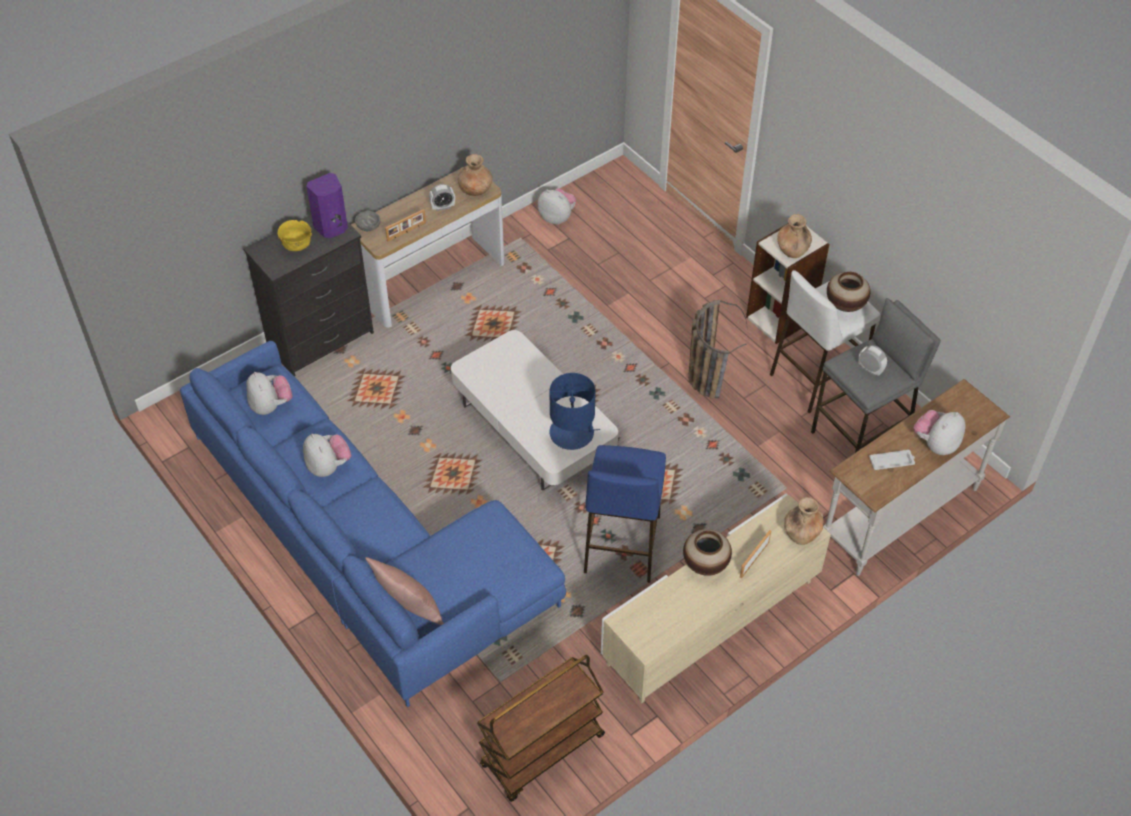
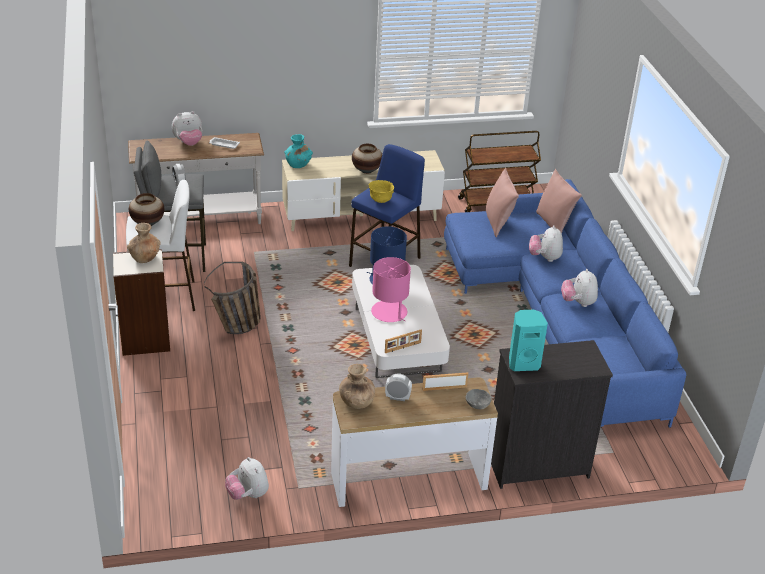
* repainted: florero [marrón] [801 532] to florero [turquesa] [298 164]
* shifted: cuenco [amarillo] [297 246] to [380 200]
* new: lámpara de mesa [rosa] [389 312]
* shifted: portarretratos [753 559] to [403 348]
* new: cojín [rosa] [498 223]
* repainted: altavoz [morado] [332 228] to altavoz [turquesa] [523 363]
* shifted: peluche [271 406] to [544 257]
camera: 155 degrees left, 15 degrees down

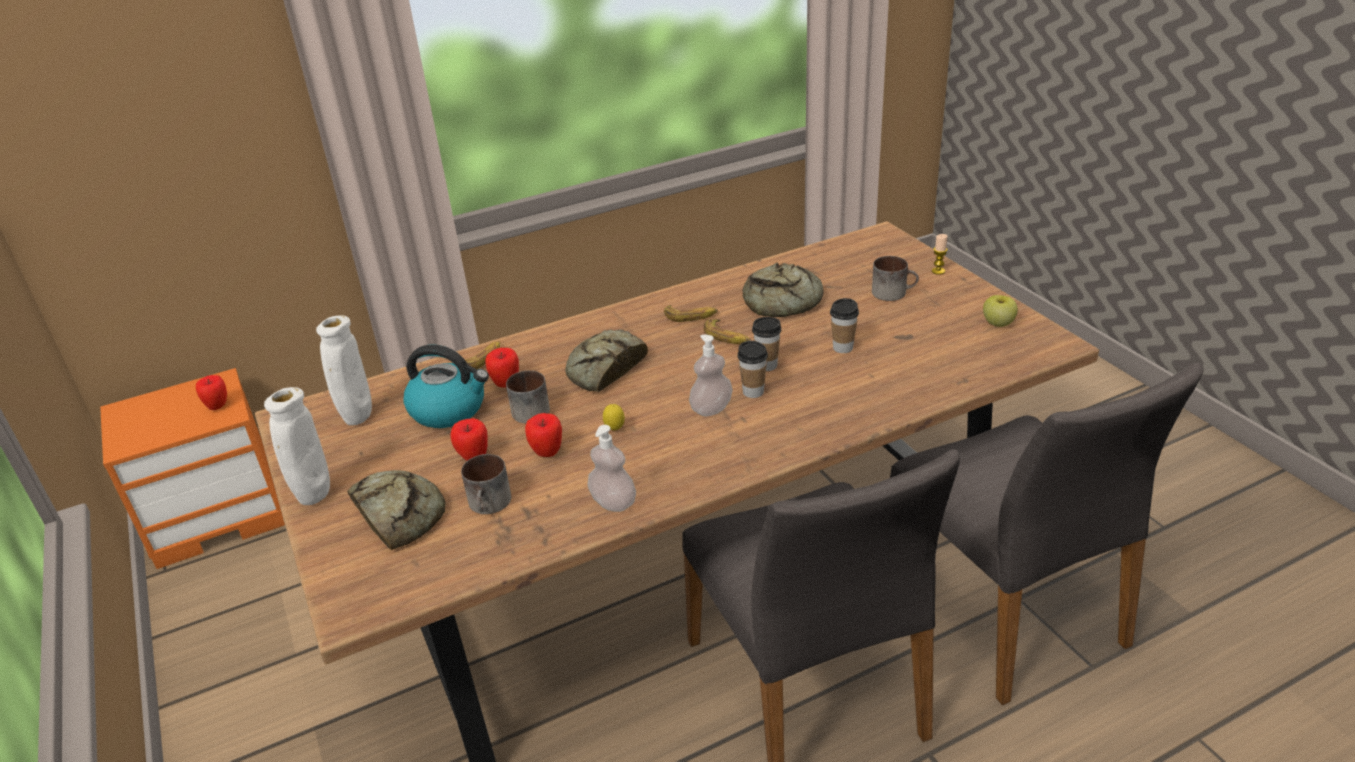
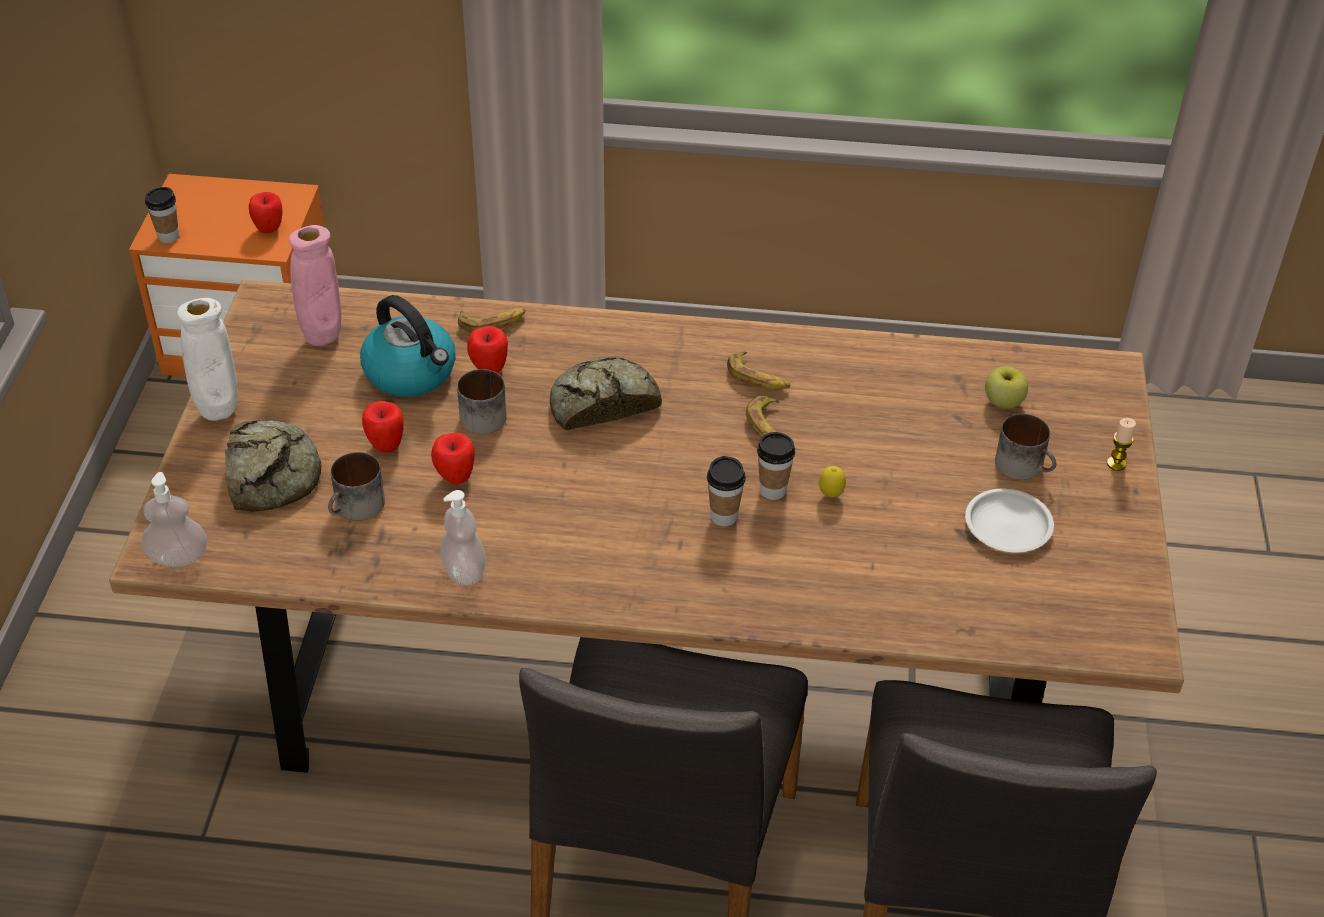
* shifted: dispensador de jabón [711 409] to [178 557]
* shifted: taza [843 348] to [168 237]
* repainted: florero [blanco] [358 418] to florero [rosa] [323 338]
* shifted: limón [615 429] to [830 495]
* new: plato [blanco] [1008 525]
* shifted: manzana [998 323] to [1003 402]
* gone: pan [783 302]
camera: 30 degrees right, 10 degrees up

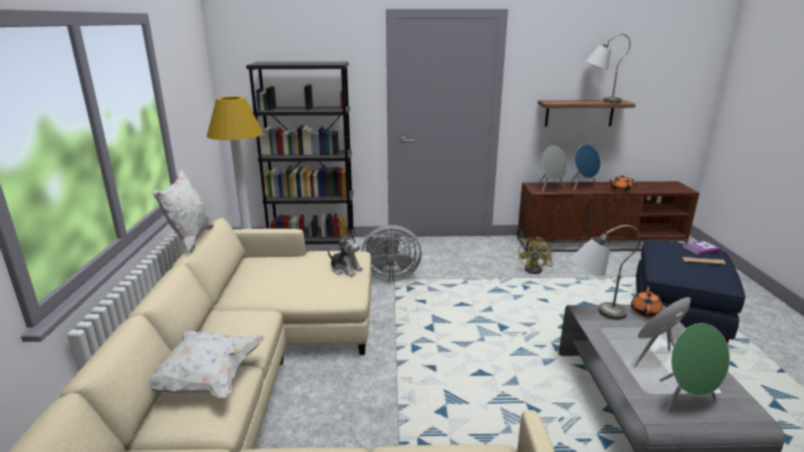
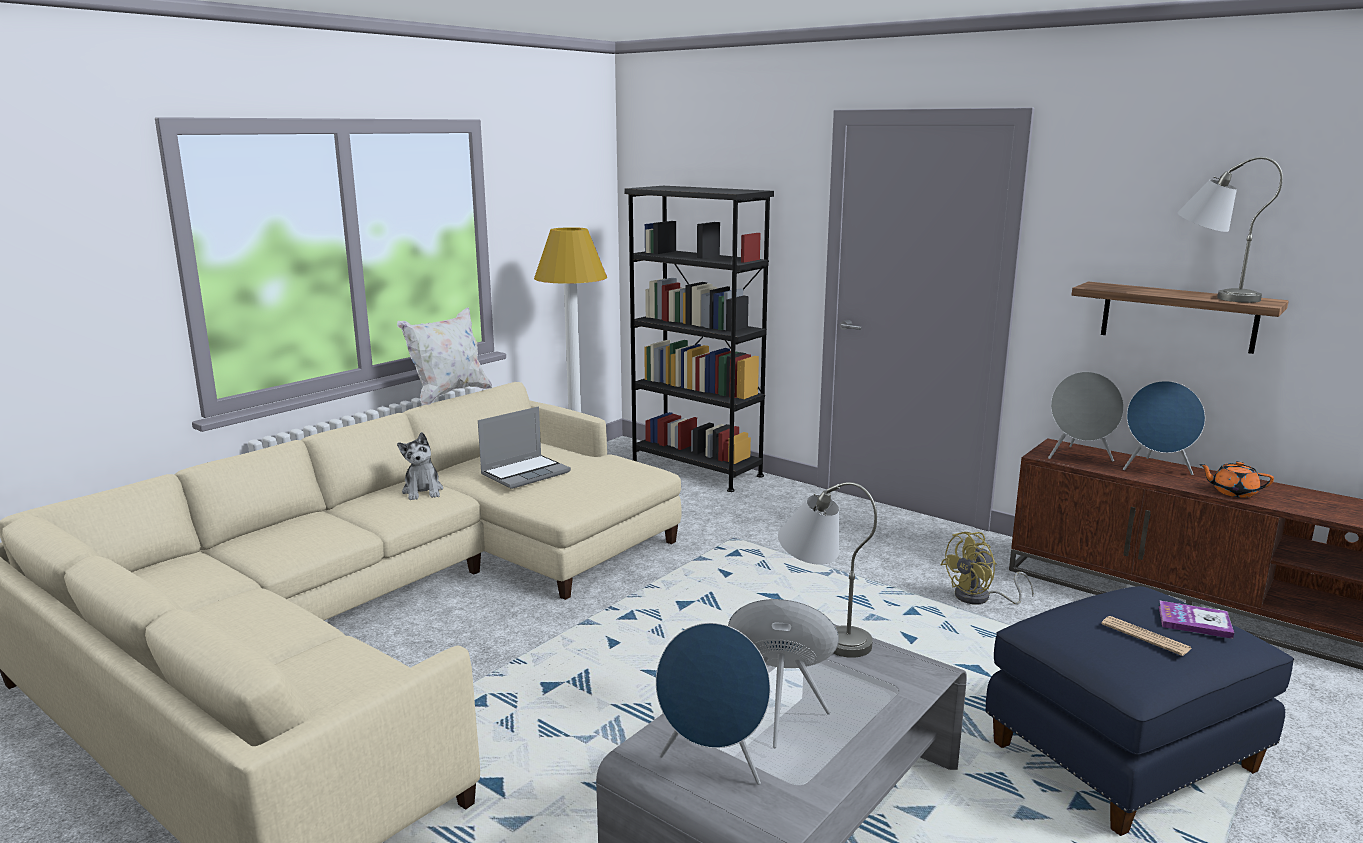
* shifted: peluche [345 269] to [423 491]
* new: portátil [526 473]
* repainted: altavoz [verde] [685 402] to altavoz [azul] [713 764]
* gone: cojín [blanco] [207 379]
* gone: ventilador [gris] [389 276]
* gone: tetera [naranja] [645 311]
camera: 40 degrees right, 5 degrees down

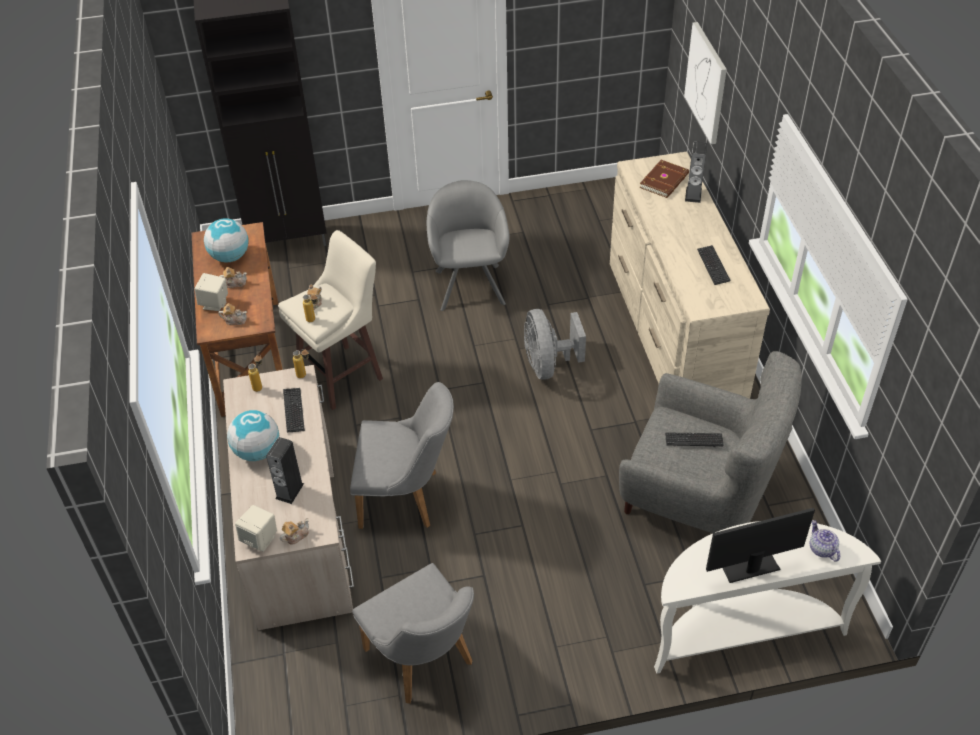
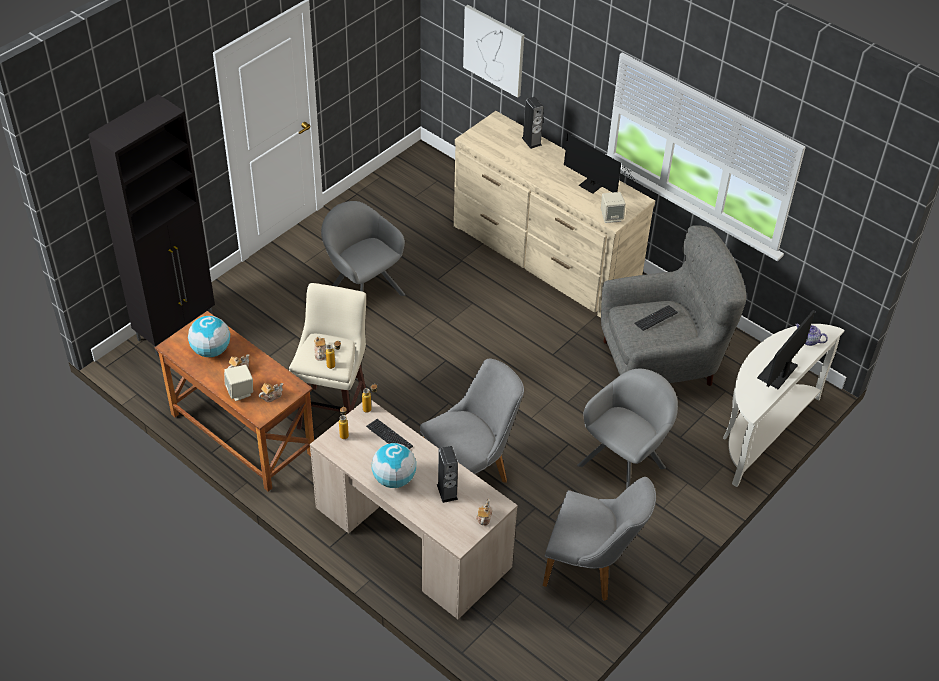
* swapped: teclado [713 266] to monitor [593 187]
* new: sillón [gris] [625 463]
* shifted: altavoz [beis] [260 539] to [611 217]
* gone: ventilador [gris] [548 365]
* gone: libro [marrón] [665 181]
camera: 40 degrees left, 0 degrees up

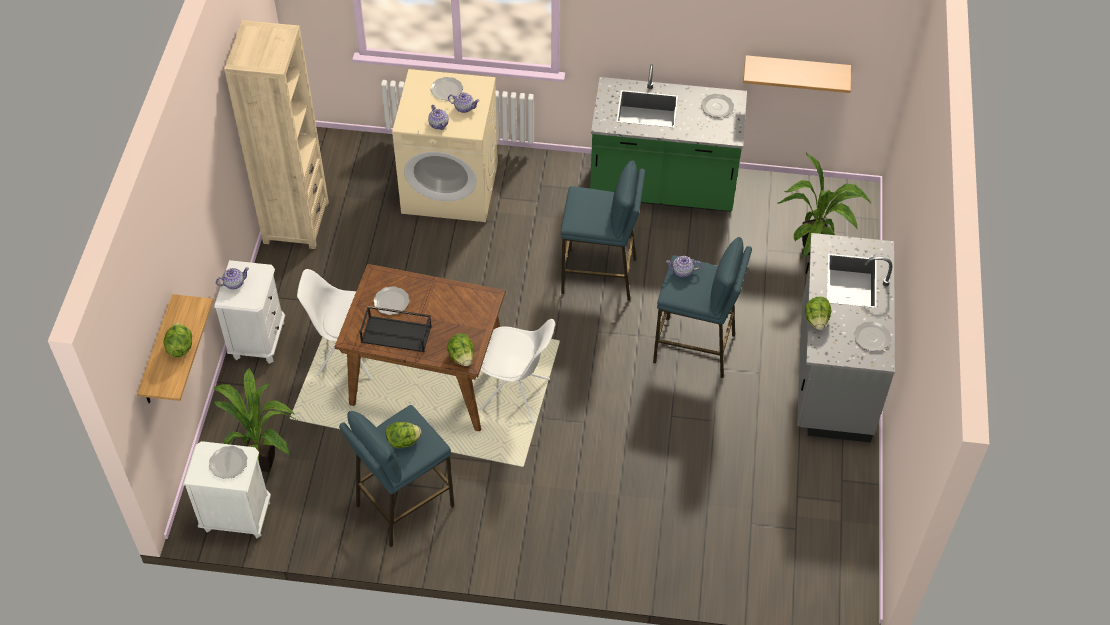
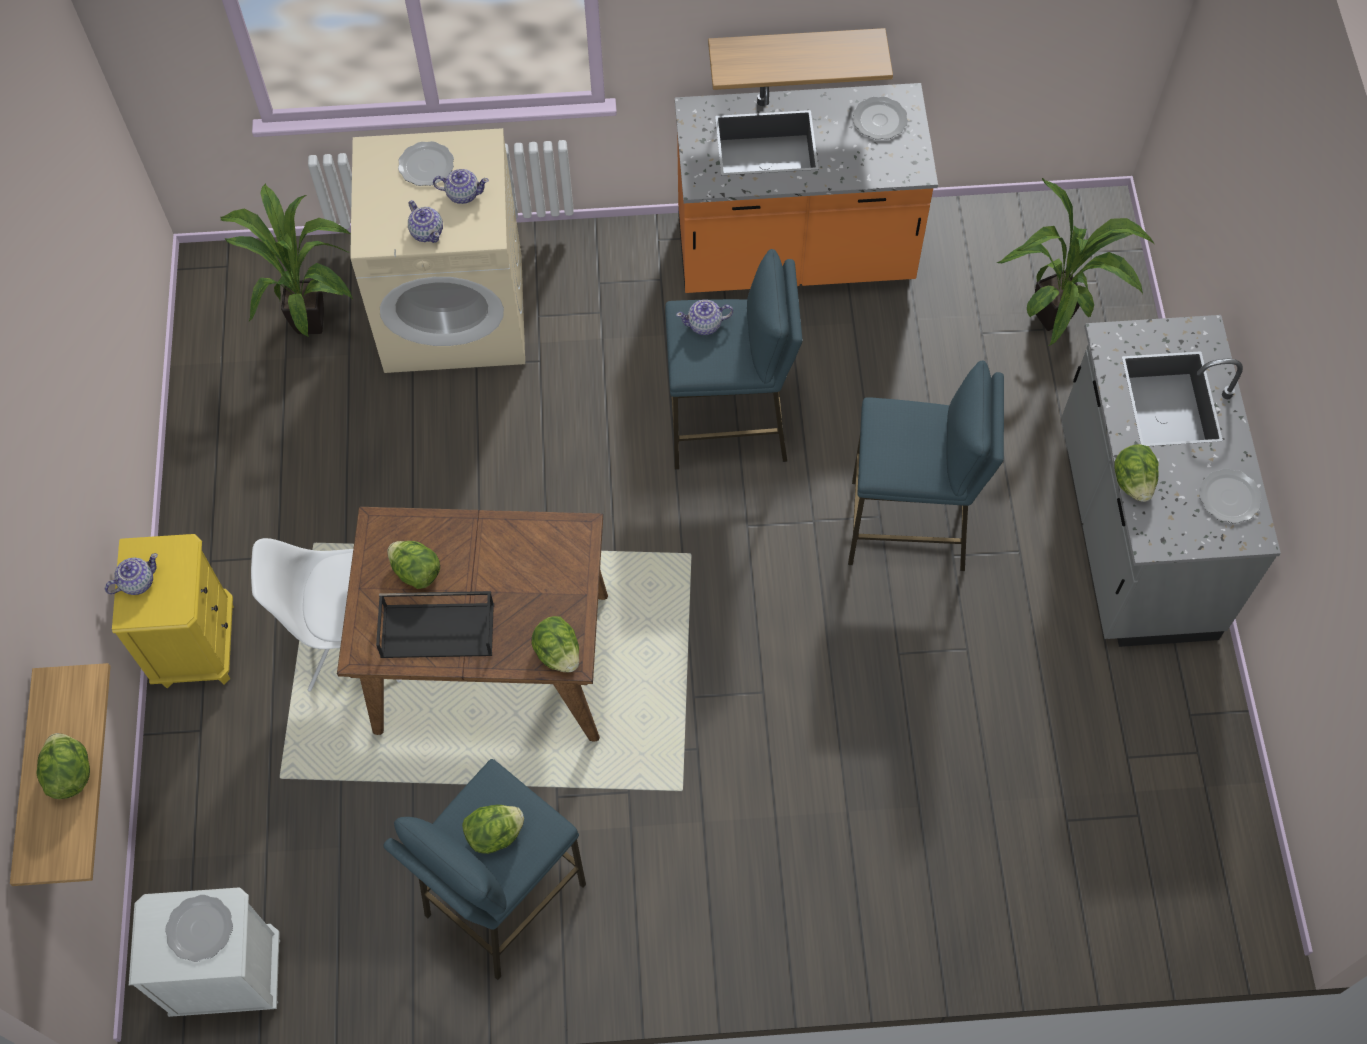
* repainted: mesita de noche [blanco] [258 340] to mesita de noche [amarillo] [197 644]
* shifted: planta en maceta [265 459] to [311 318]
* swapped: plato [391 302] to lechuga [416 572]
* repainted: mueble bajo de cocina [verde] [662 189] to mueble bajo de cocina [naranja] [794 256]
* shifted: tetera [682 271] to [705 325]
* shifted: estante [796 71] to [795 51]
* gone: estantería [beis] [296 222]
* gone: silla [blanco] [516 395]
camera: 10 degrees left, 10 degrees up

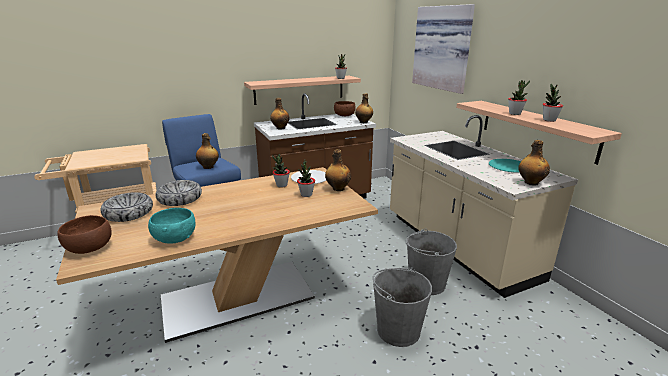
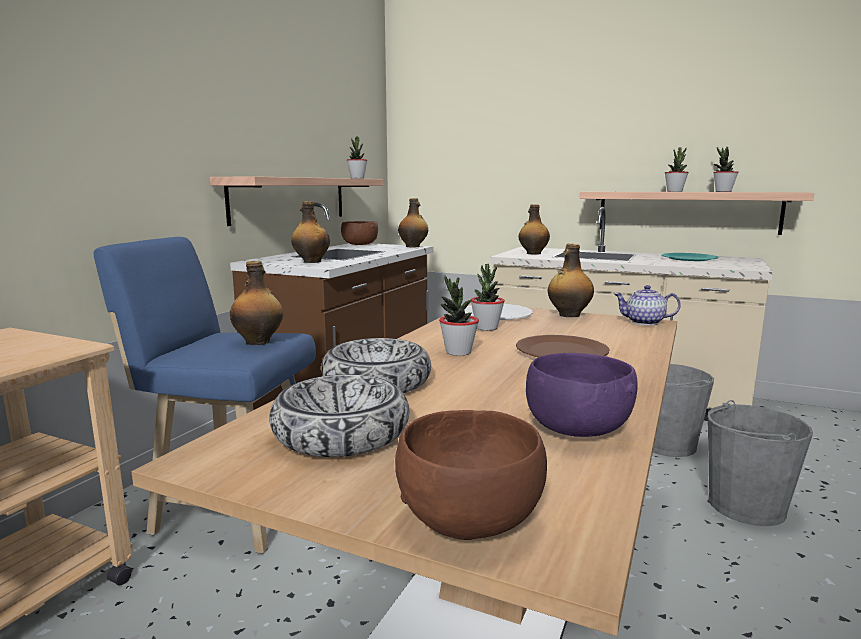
* shifted: planta en maceta [306 194] to [458 352]
* new: plato [marrón] [561 351]
* shifted: botella [530 183] to [533 253]
* repainted: cuenco [turquesa] [174 239] to cuenco [morado] [576 429]
* new: tetera [644 322]
* gone: cuadro [443 48]
camera: 40 degrees left, 10 degrees down

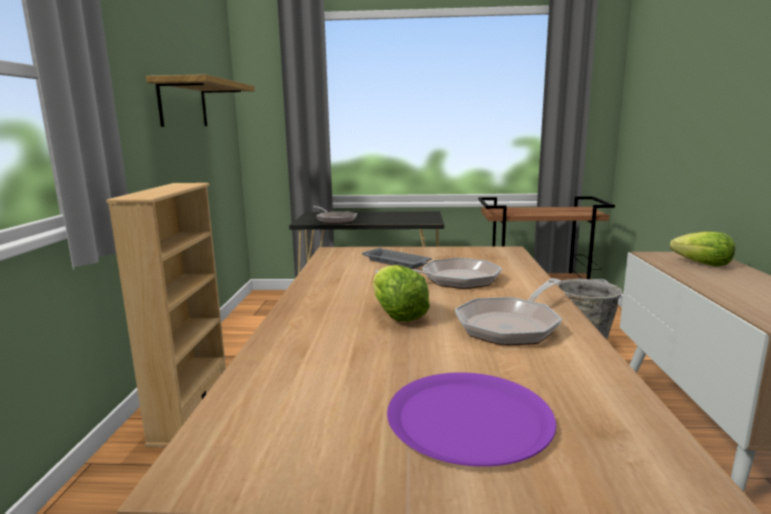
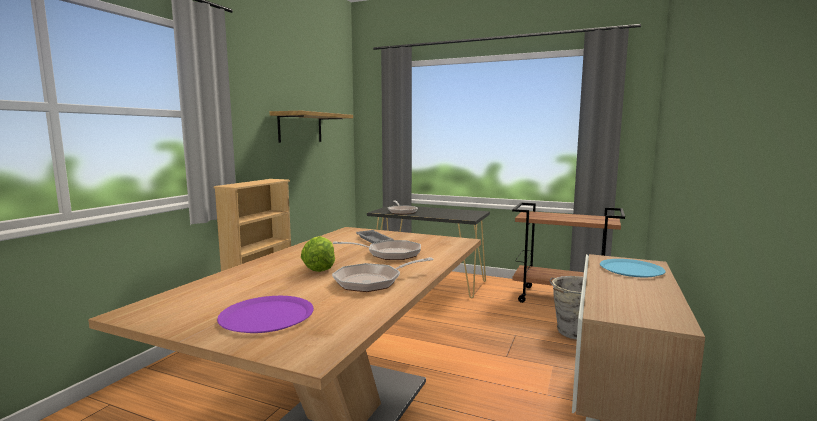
* swapped: lechuga [702 264] to plato [azul] [631 269]
camera: 20 degrees right, 5 degrees down

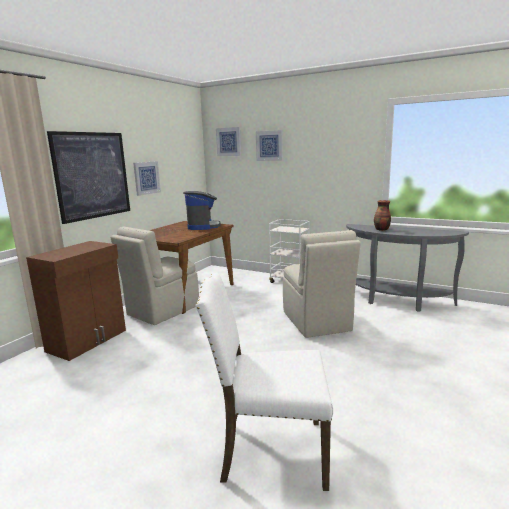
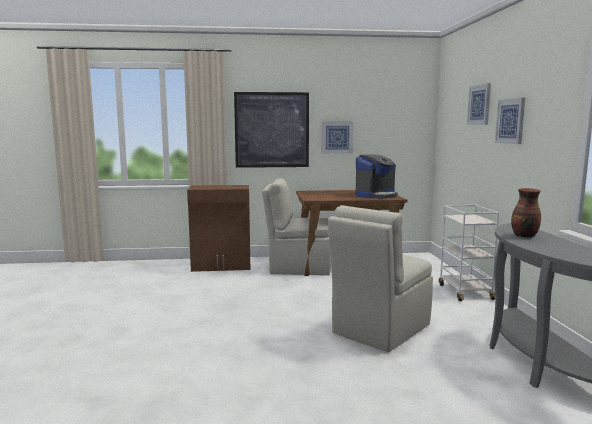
* shifted: cuadro [228 142] to [510 121]
* gone: silla [blanco] [270 452]
camera: 55 degrees right, 5 degrees down

